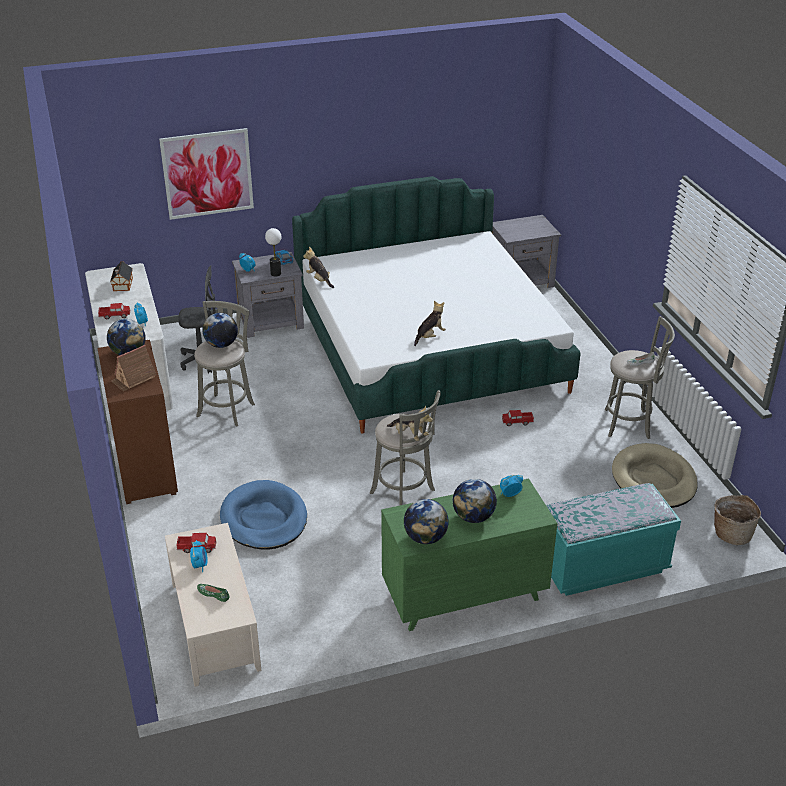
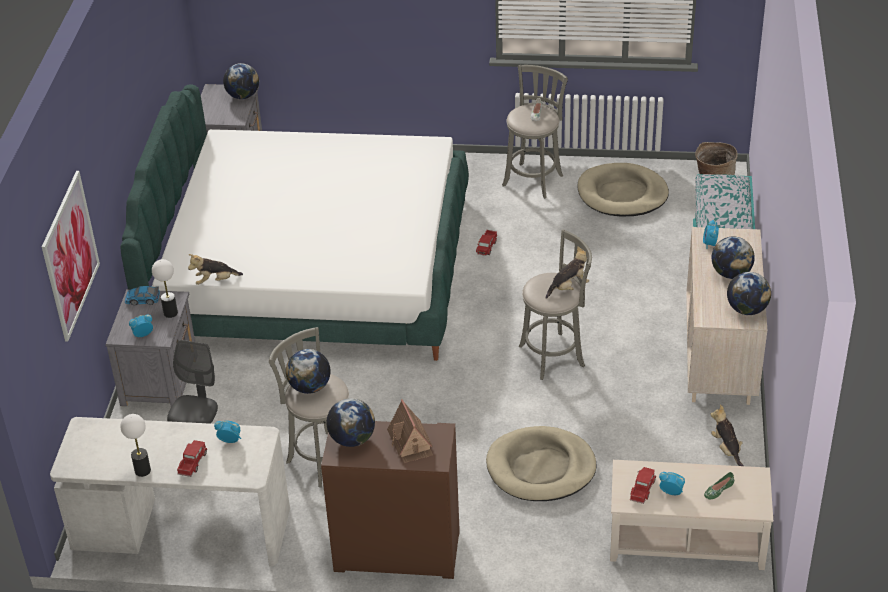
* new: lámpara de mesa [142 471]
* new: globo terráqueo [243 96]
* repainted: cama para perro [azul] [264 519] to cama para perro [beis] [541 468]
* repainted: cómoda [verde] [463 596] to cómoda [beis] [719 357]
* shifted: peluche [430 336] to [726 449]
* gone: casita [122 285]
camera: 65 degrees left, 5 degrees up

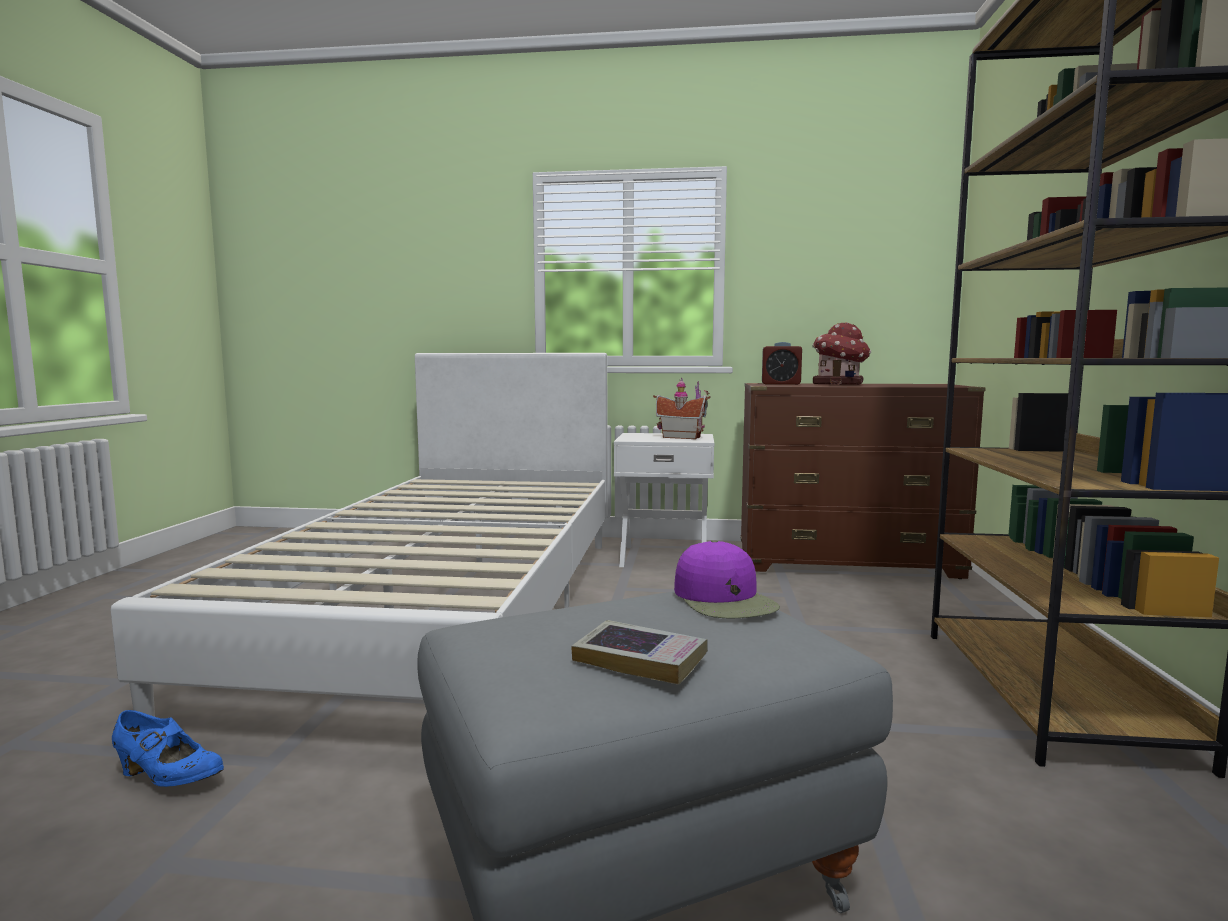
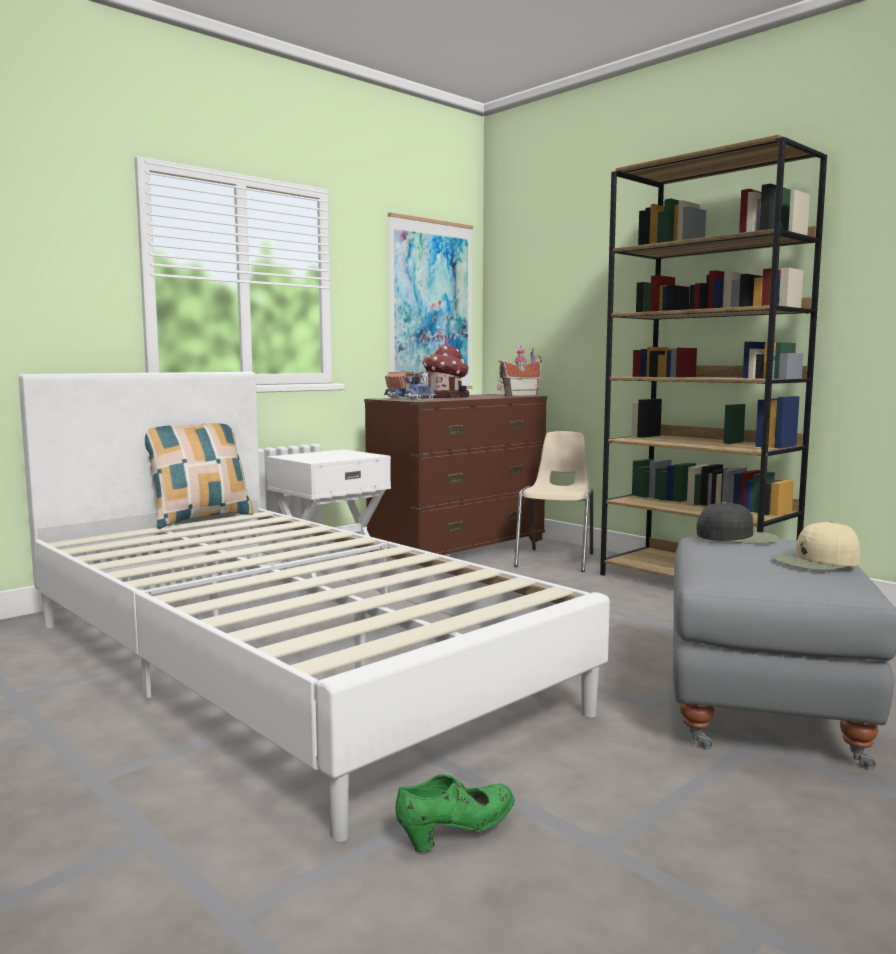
* new: cojín [200 519]
* swapped: despertador [781 384] to camión de juguete [409 399]
* new: cuadro [431 306]
* repainted: zapato [azul] [168 779] to zapato [verde] [457 833]
* shifted: casita [681 437] to [518 395]
* new: silla [beis] [556 560]
* repainted: gorra [morado] [725 600] to gorra [negro] [737 537]
* swapped: libro [640 659] to gorra [beis] [816 562]
camera: 50 degrees left, 0 degrees up

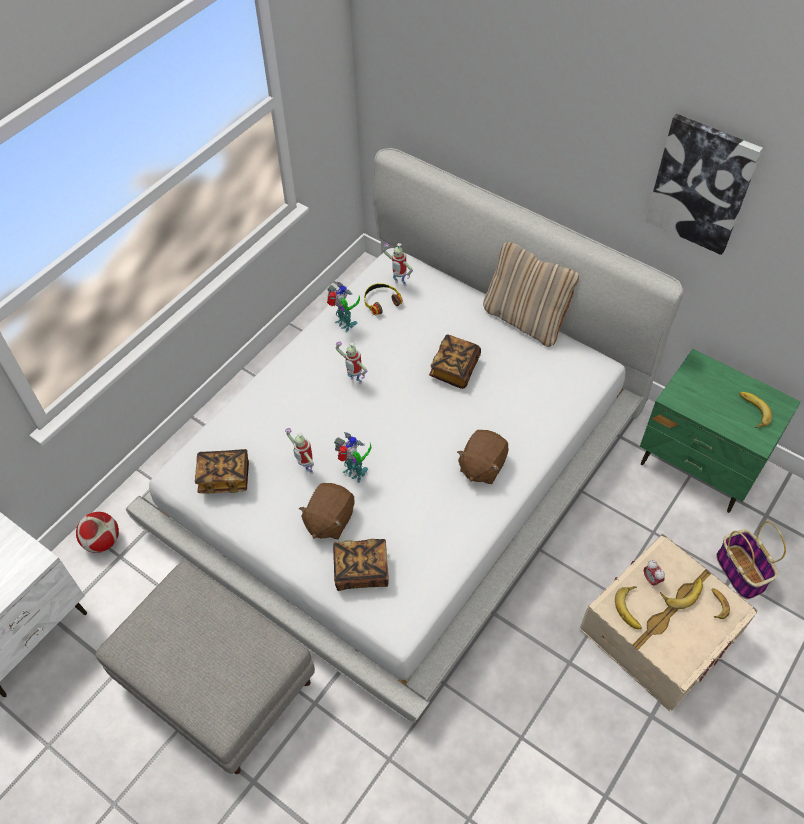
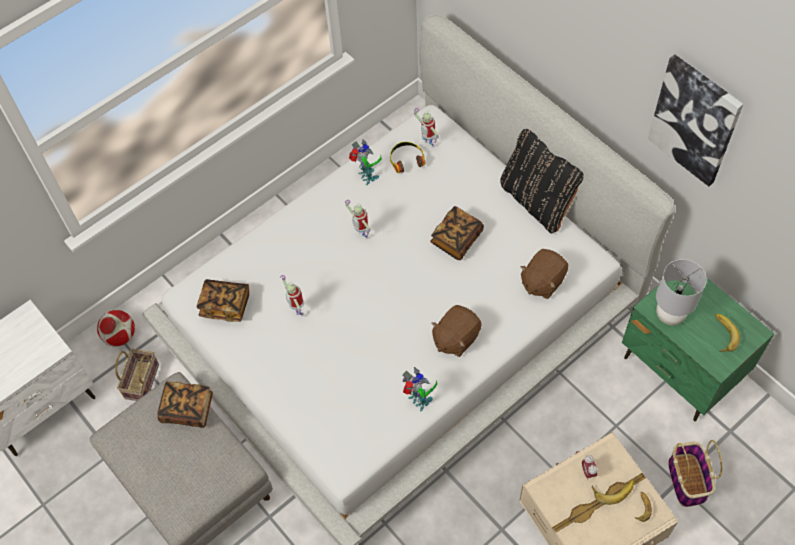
* new: cesta [141 380]
* shifted: libro [361 571] to [187 409]
* shifted: robot de juguete [355 474] to [419 402]
* repainted: cojín [beis] [525 319] to cojín [negro] [538 201]
* shifted: peluche [marrón] [329 520] to [542 281]
* new: lámpara de mesa [gris] [669 315]
* gone: plátano [632 608]
camera: 15 degrees right, 5 degrees up

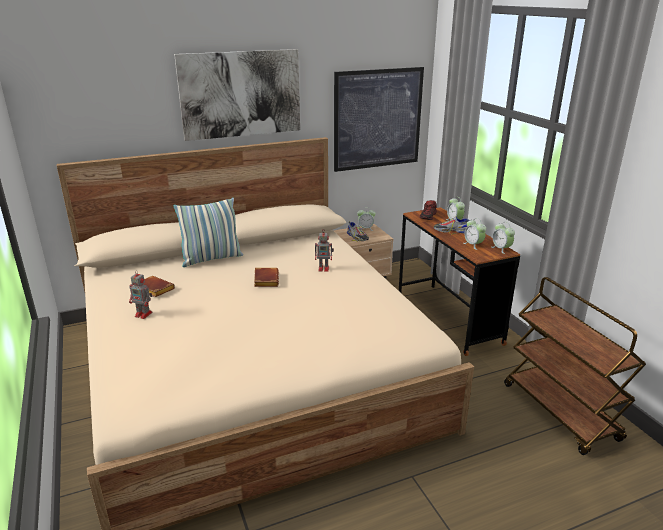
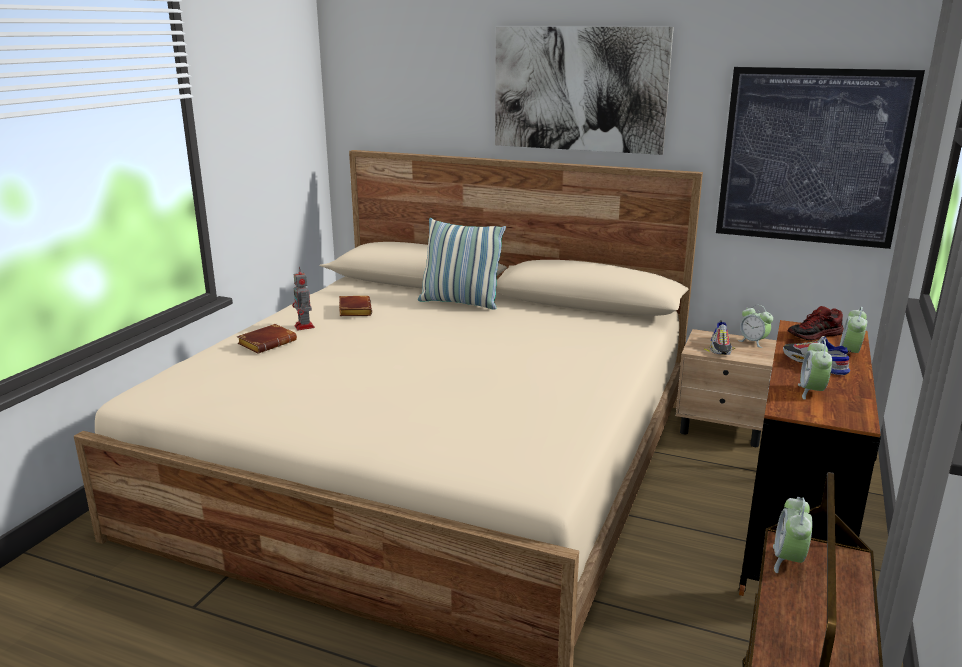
* shifted: libro [marrón] [265 280] to [267 343]
* shifted: despertador [501 249] to [788 560]
* gone: robot de juguete [324 268]
camera: 45 degrees right, 5 degrees down

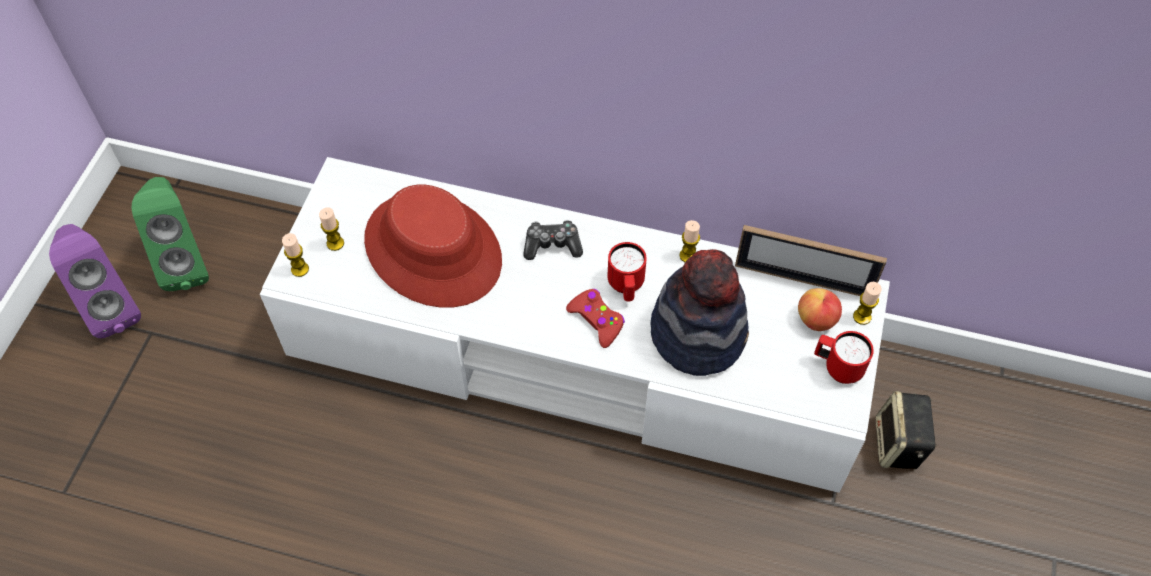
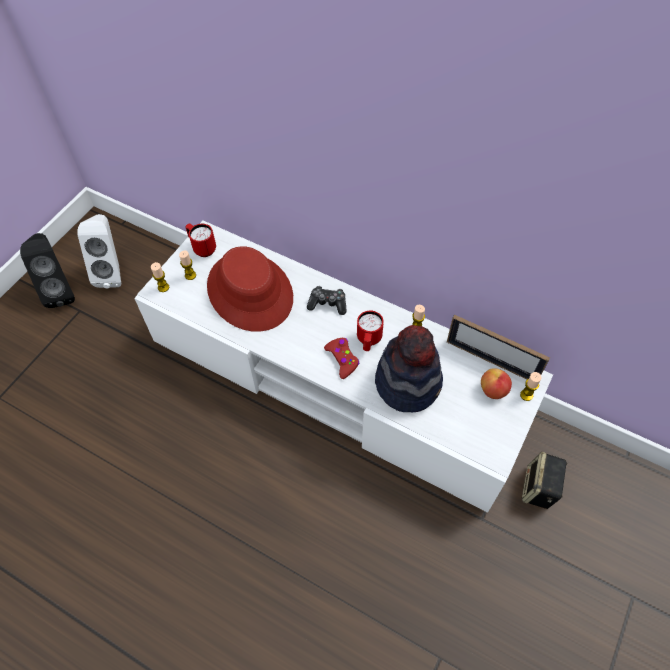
* repainted: altavoz [morado] [111 308] to altavoz [negro] [61 291]
* repainted: altavoz [verde] [186 264] to altavoz [blanco] [113 273]
* shifted: taza grande [rojo] [837 367] to [202 248]
camera: 15 degrees right, 0 degrees up

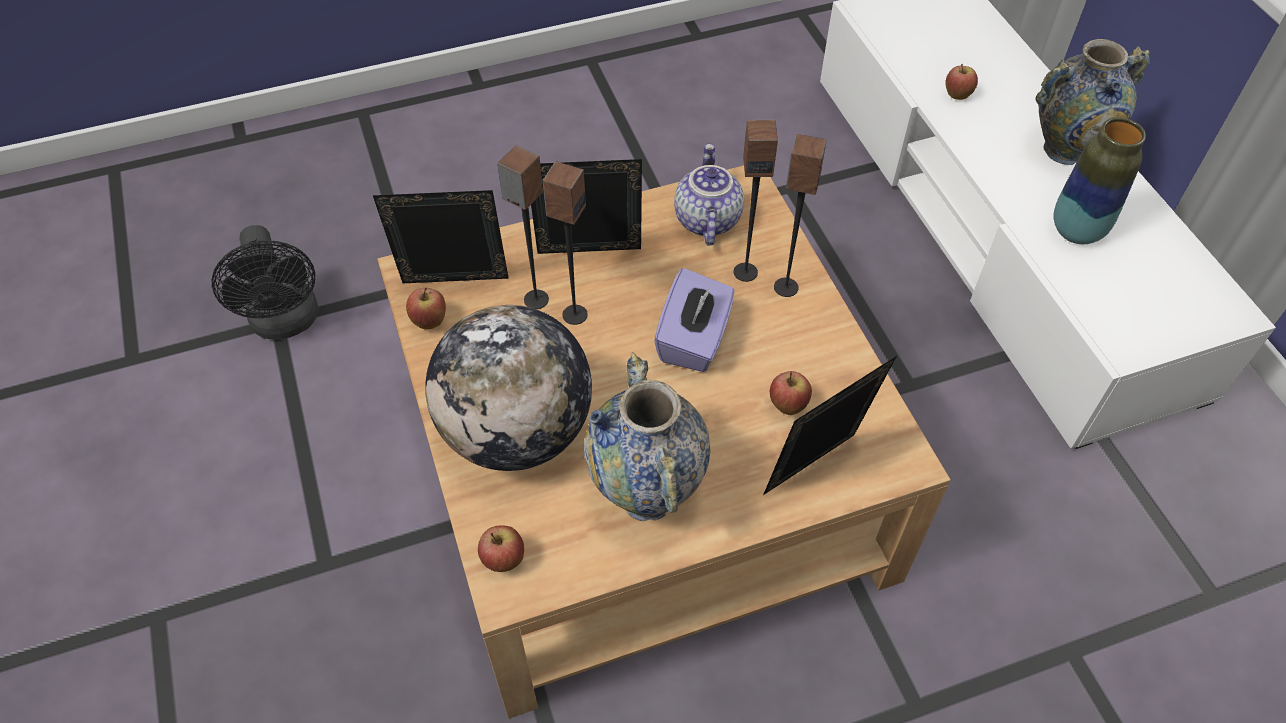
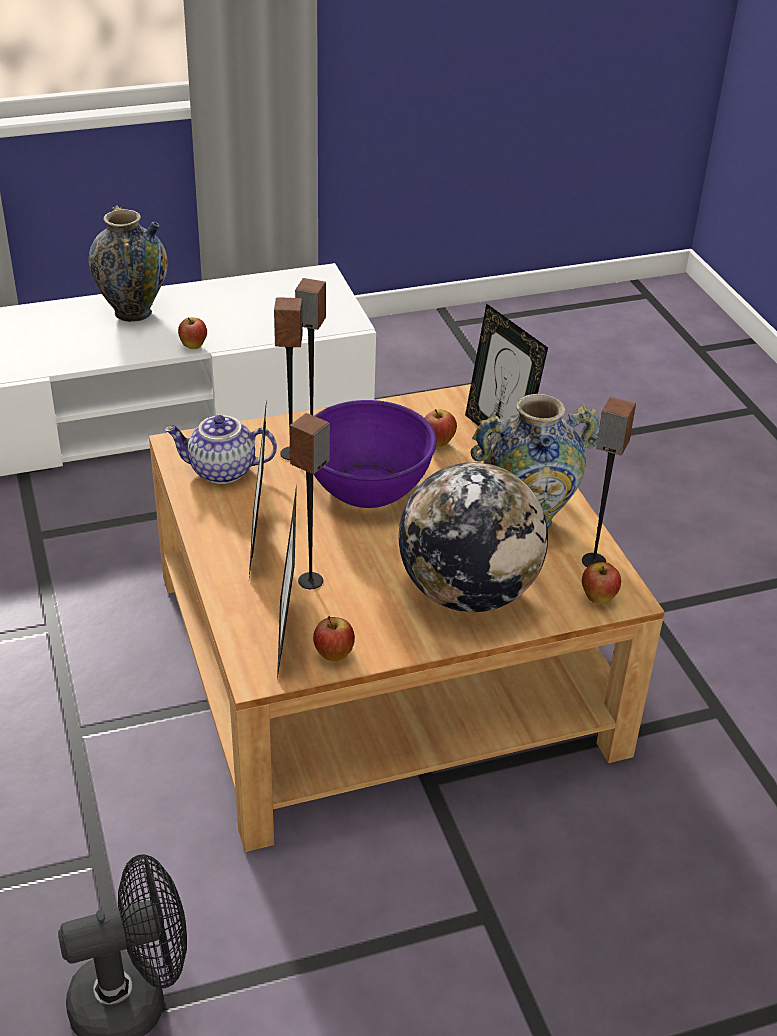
* shifted: manzana [957 96] to [193 347]
* swapped: caja de pañuelos [morado] [694 340] to cuenco [morado] [367 486]
* shifted: altavoz [574 314] to [593 561]
* gone: florero [1077 231]
camera: 90 degrees left, 15 degrees down

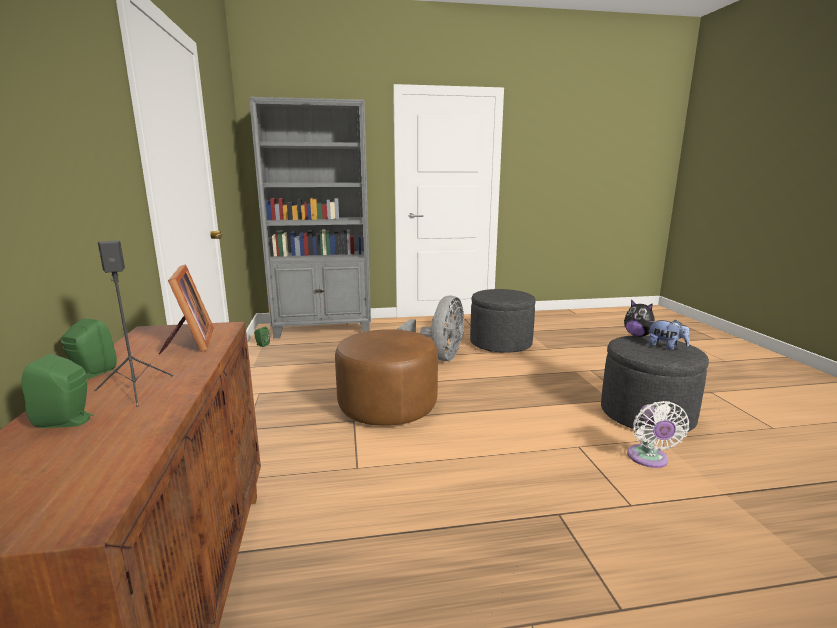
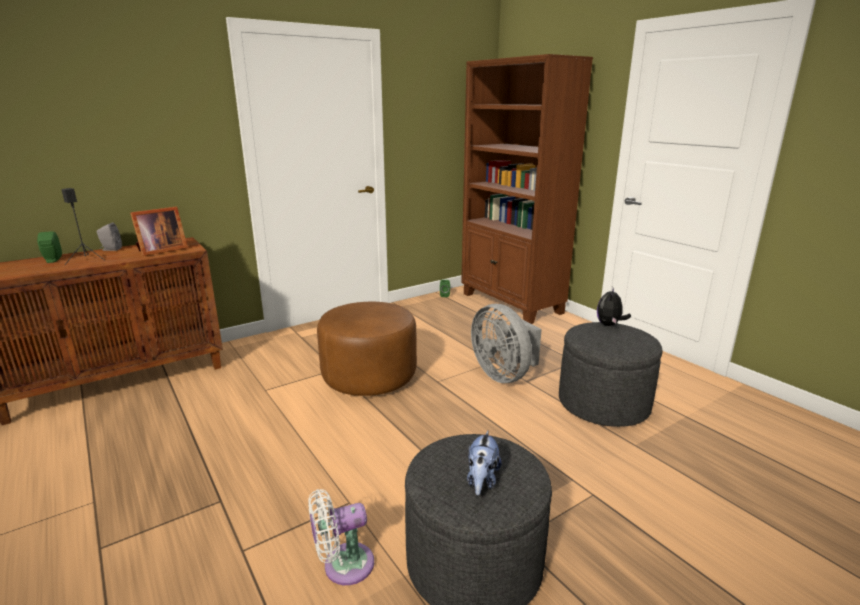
* repainted: altavoz [verde] [91 374] to altavoz [gris] [110 249]
* repainted: estantería [gris] [323 329] to estantería [marrón] [511 304]
* rotated: ventilador [gris] [438 358] = [504 374] 60 degrees clockwise
* shifted: peluche [638 335] to [609 325]
camera: 65 degrees right, 5 degrees up

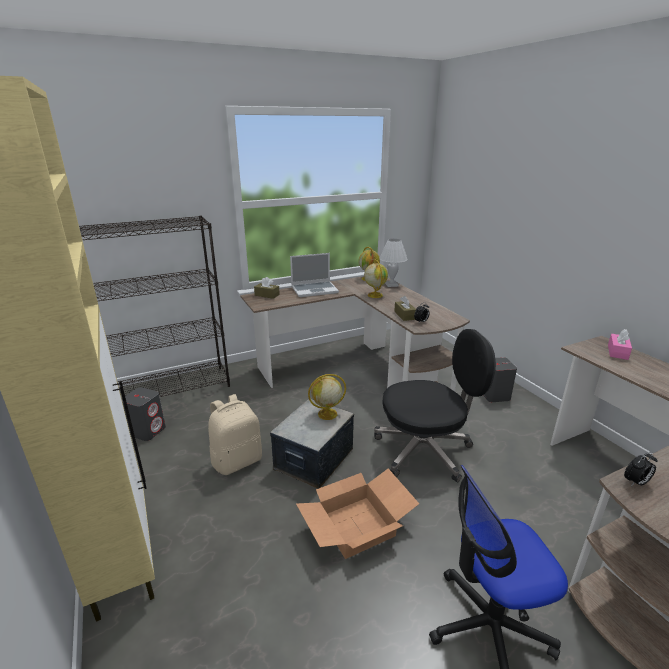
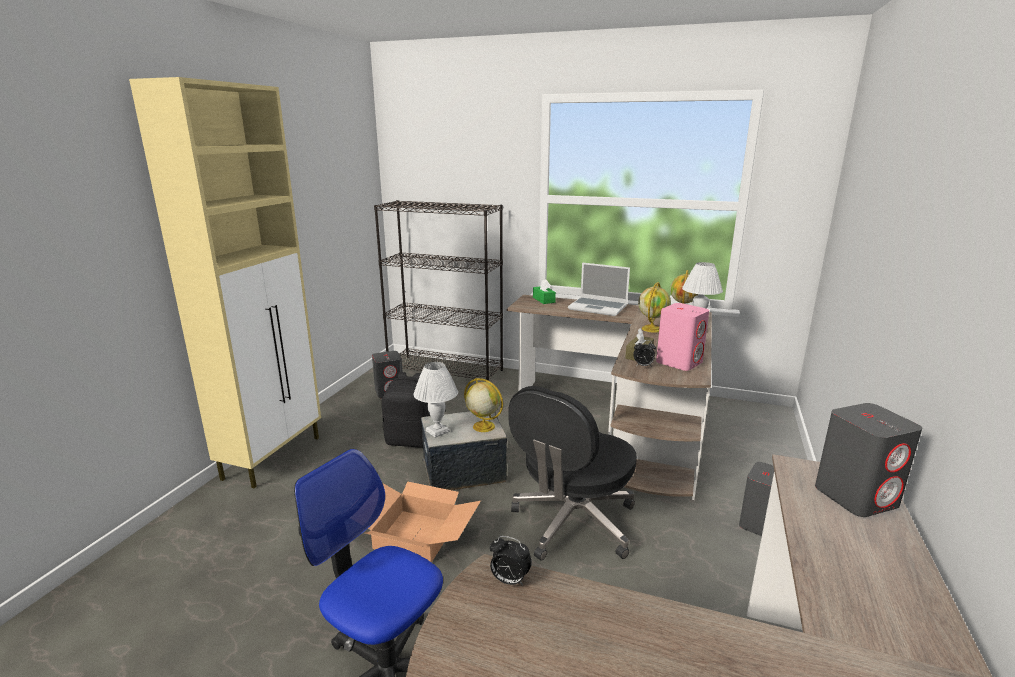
* repainted: mochila [beis] [237 460] to mochila [negro] [411 441]
* new: lámpara de mesa [blanco] [438 431]
* rotated: silla de oficina [negro] [425 450] = [573 523] 90 degrees clockwise
* repainted: caja de pañuelos [marrón] [267 295] to caja de pañuelos [verde] [543 300]
* new: altavoz [rosa] [679 362]
* swapped: caja de pañuelos [rosa] [617 352] to altavoz [gris] [856 496]
camera: 45 degrees right, 5 degrees down

